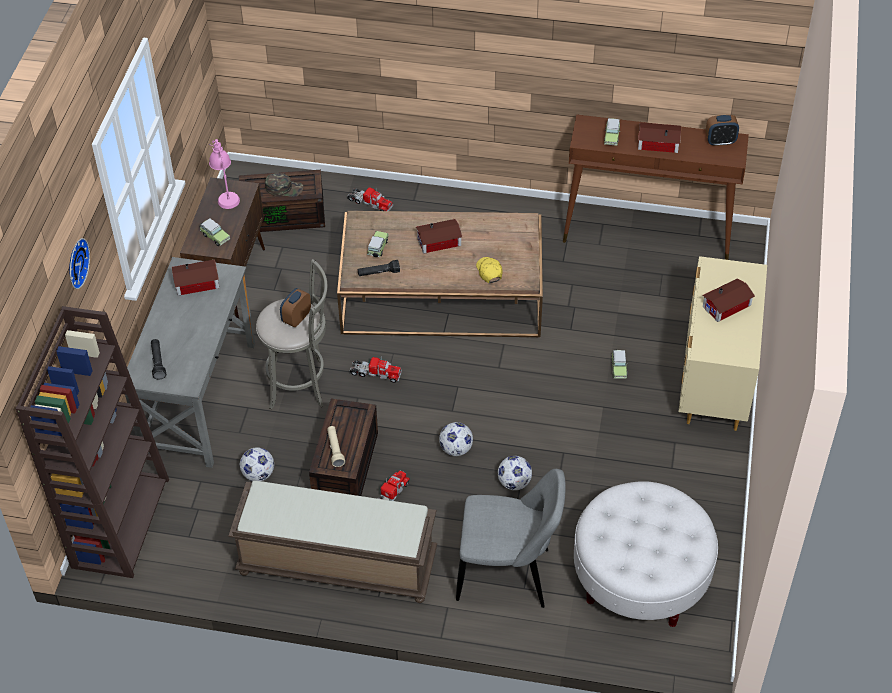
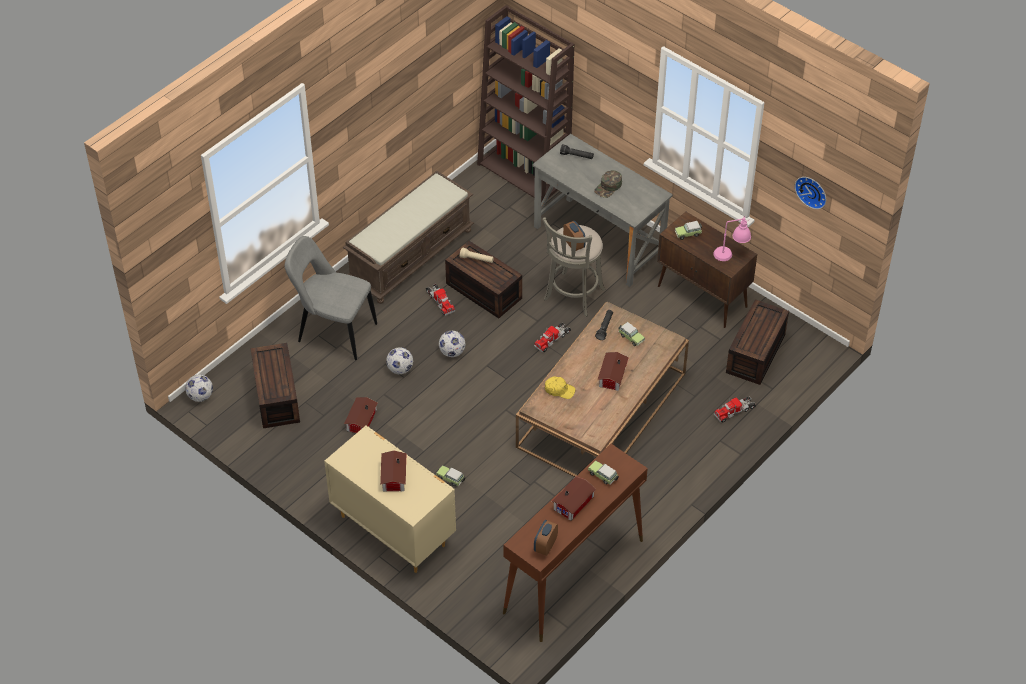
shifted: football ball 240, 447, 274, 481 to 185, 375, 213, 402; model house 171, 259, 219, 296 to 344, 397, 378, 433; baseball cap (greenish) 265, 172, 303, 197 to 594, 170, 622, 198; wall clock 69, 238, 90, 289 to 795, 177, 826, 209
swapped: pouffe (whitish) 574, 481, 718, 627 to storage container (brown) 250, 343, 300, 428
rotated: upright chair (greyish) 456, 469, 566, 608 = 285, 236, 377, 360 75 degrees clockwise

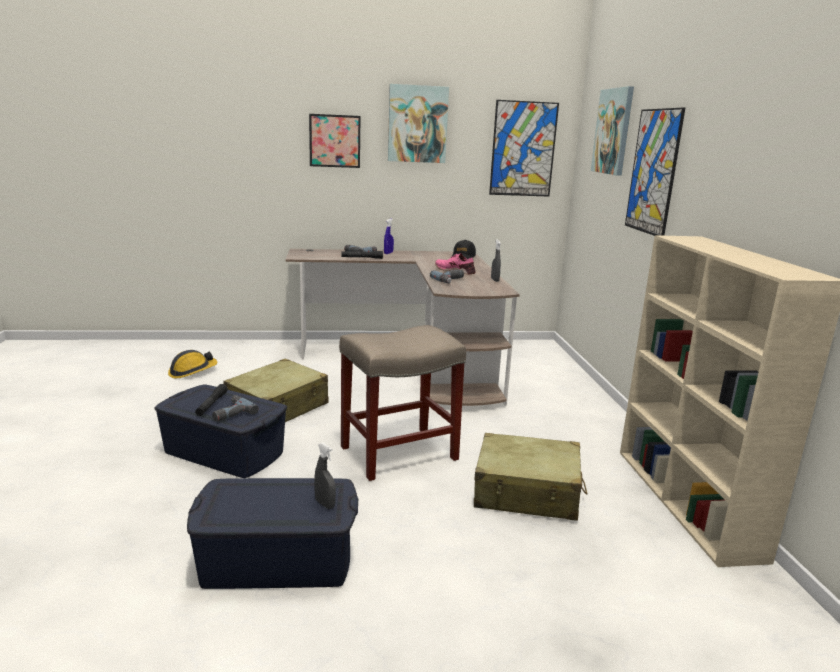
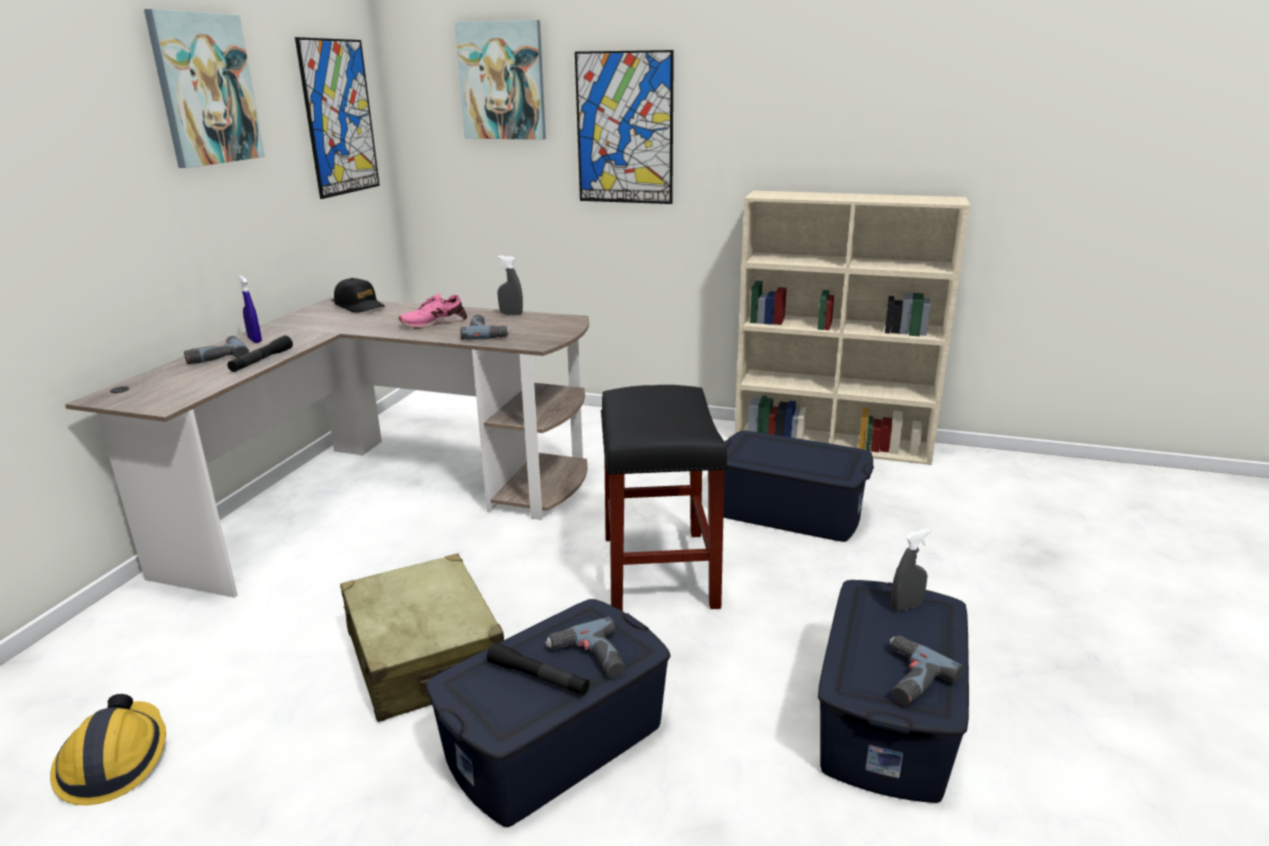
gone: wall picture 309, 114, 360, 168
new: power drill 890, 636, 963, 706
swapped: travel case (sand-coloured) 474, 433, 587, 521 to storage container (blue) 723, 431, 874, 542
repainted: stool (sand-coloured) 339, 325, 466, 481 to stool (black-coloured) 601, 385, 728, 611

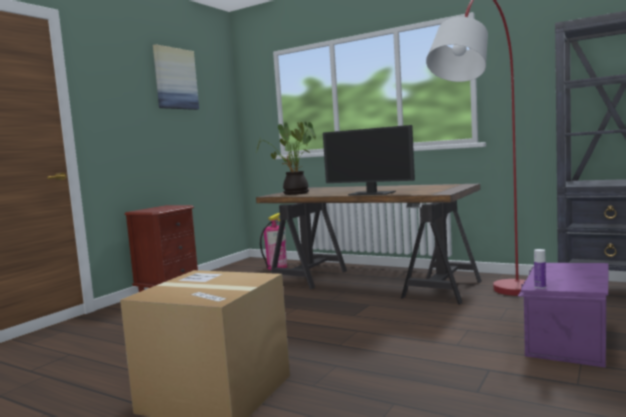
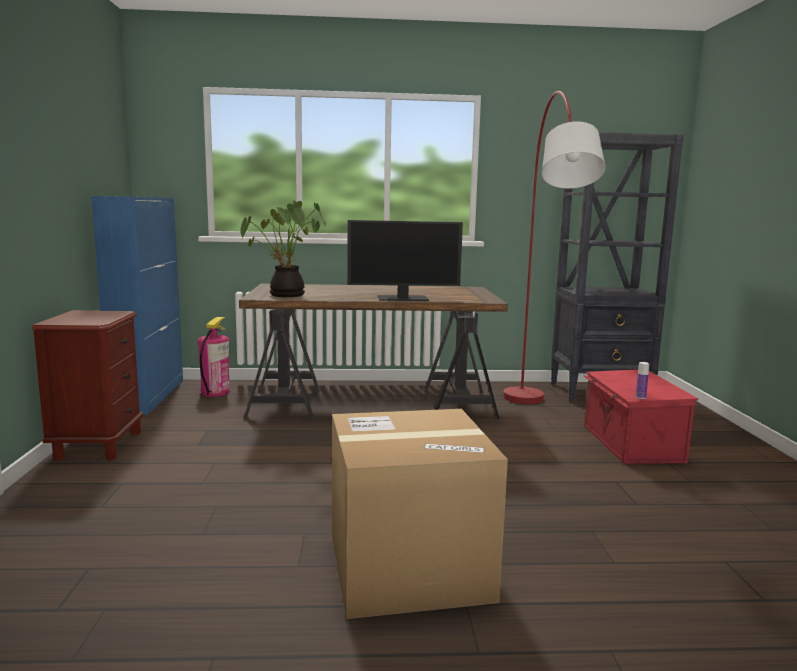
gone: wall picture 153, 44, 199, 110
new: cabinet (blue) 91, 196, 183, 414
repainted: storage container (purplish) 518, 263, 609, 368 to storage container (reddish) 584, 369, 698, 464

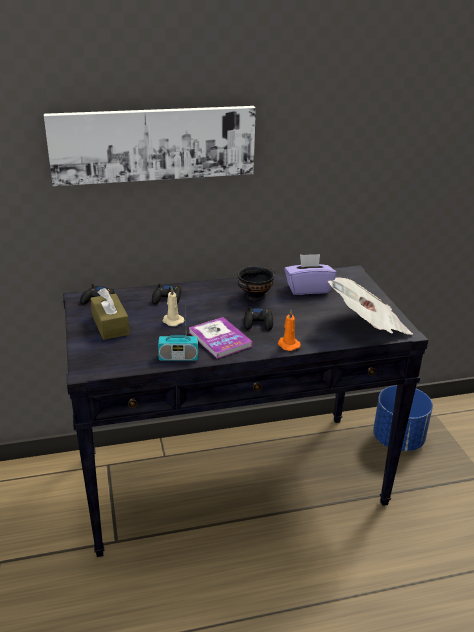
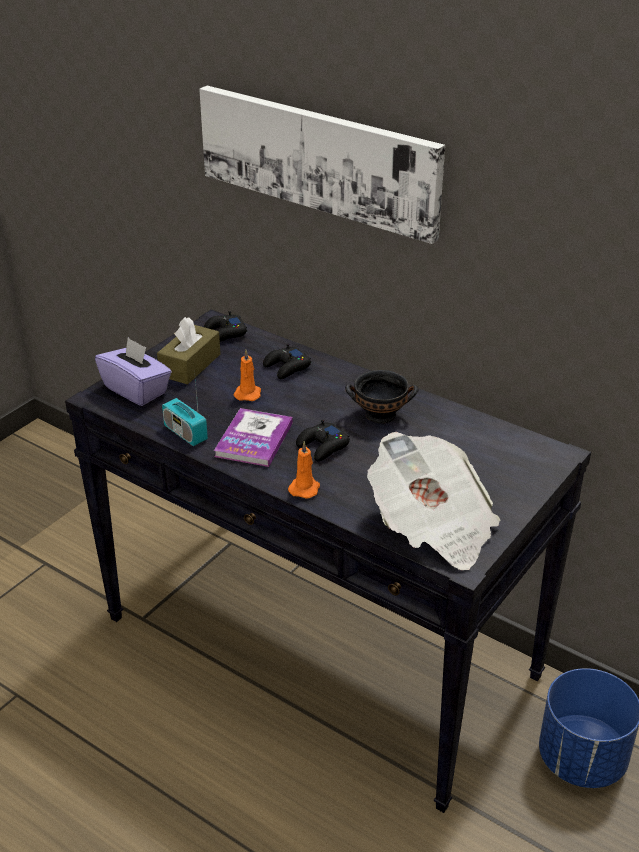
shifted: tissue box (purplish) 284, 254, 336, 295 to 95, 337, 172, 406
repainted: wax light (sand-coloured) 162, 288, 184, 326 to wax light (orange) 234, 350, 261, 401

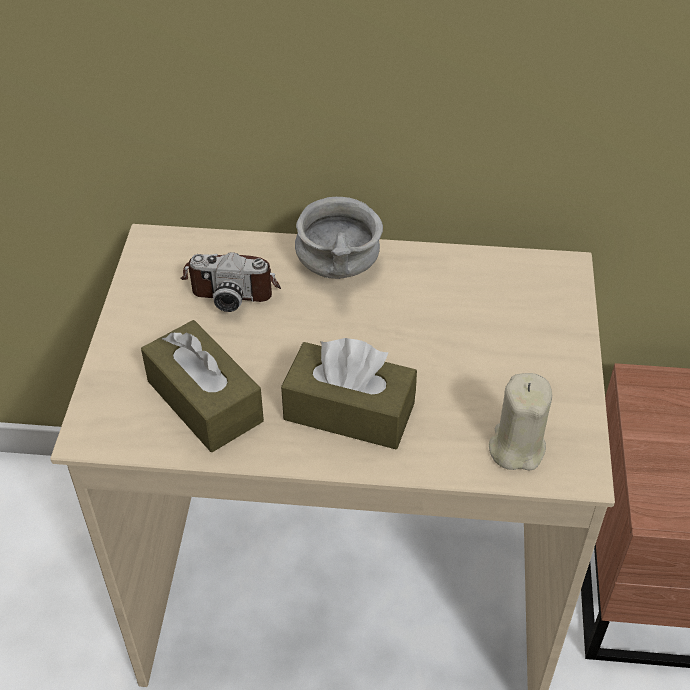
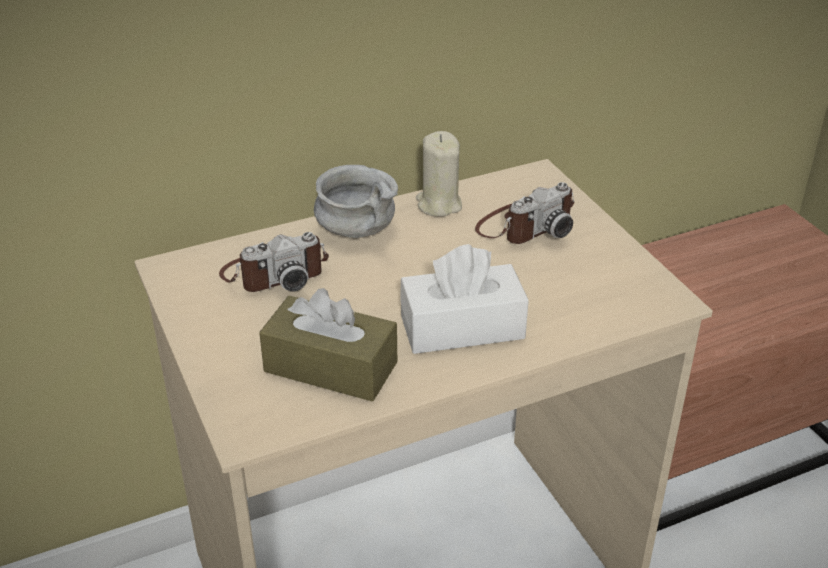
new: still camera 475, 182, 574, 244
shifted: wax light (sand-coloured) 489, 373, 552, 470 to 416, 131, 462, 217
repainted: tissue box (brown) 281, 338, 417, 449 to tissue box (whitish) 400, 244, 529, 354

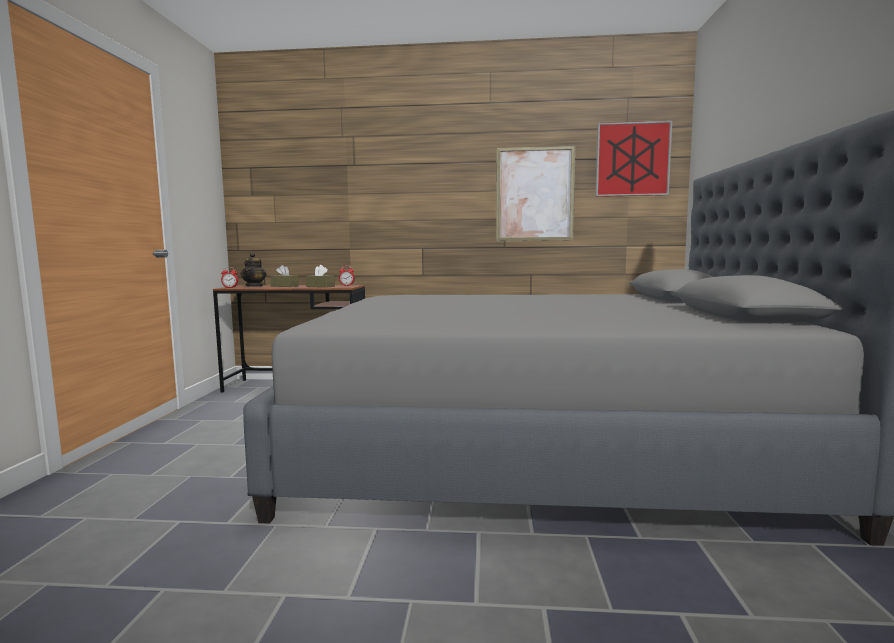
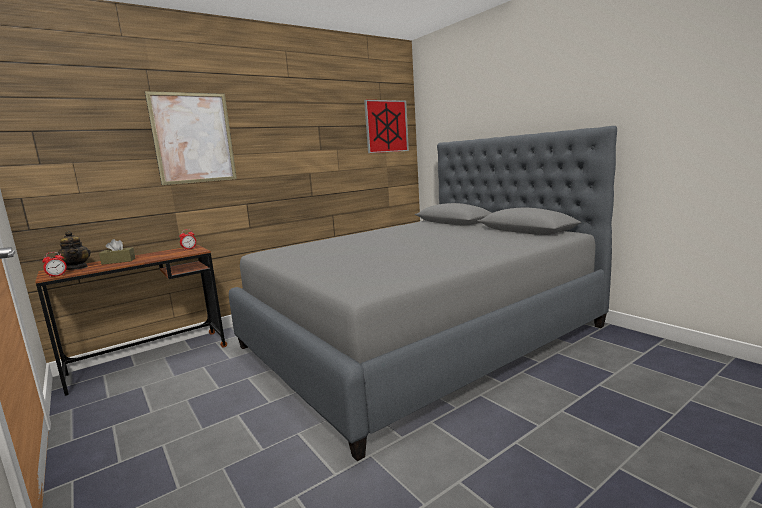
gone: tissue box (brown) 306, 265, 335, 288
shifted: wall picture 496, 146, 576, 241 to 145, 91, 237, 185

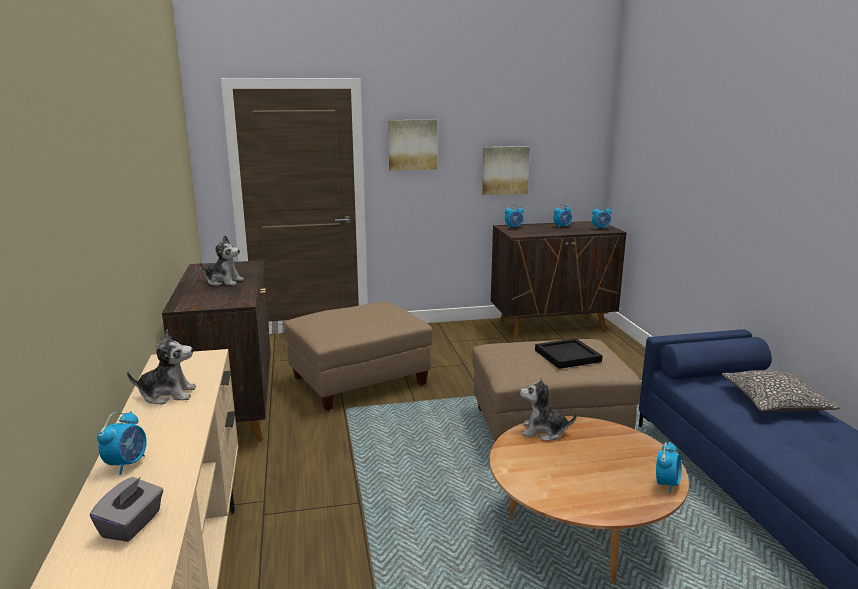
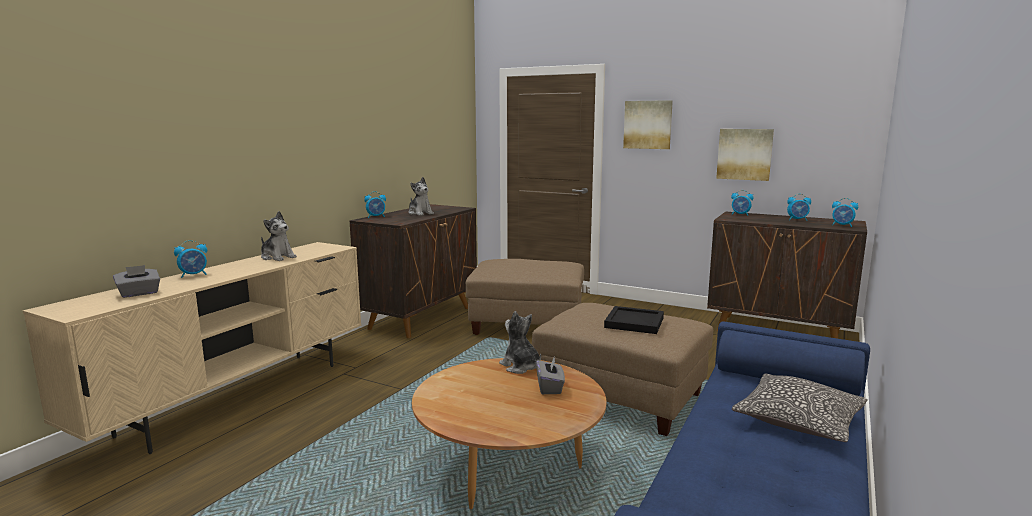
new: tissue box (greyish) 536, 355, 565, 394
shifted: alarm clock 656, 442, 681, 494 to 364, 191, 386, 218

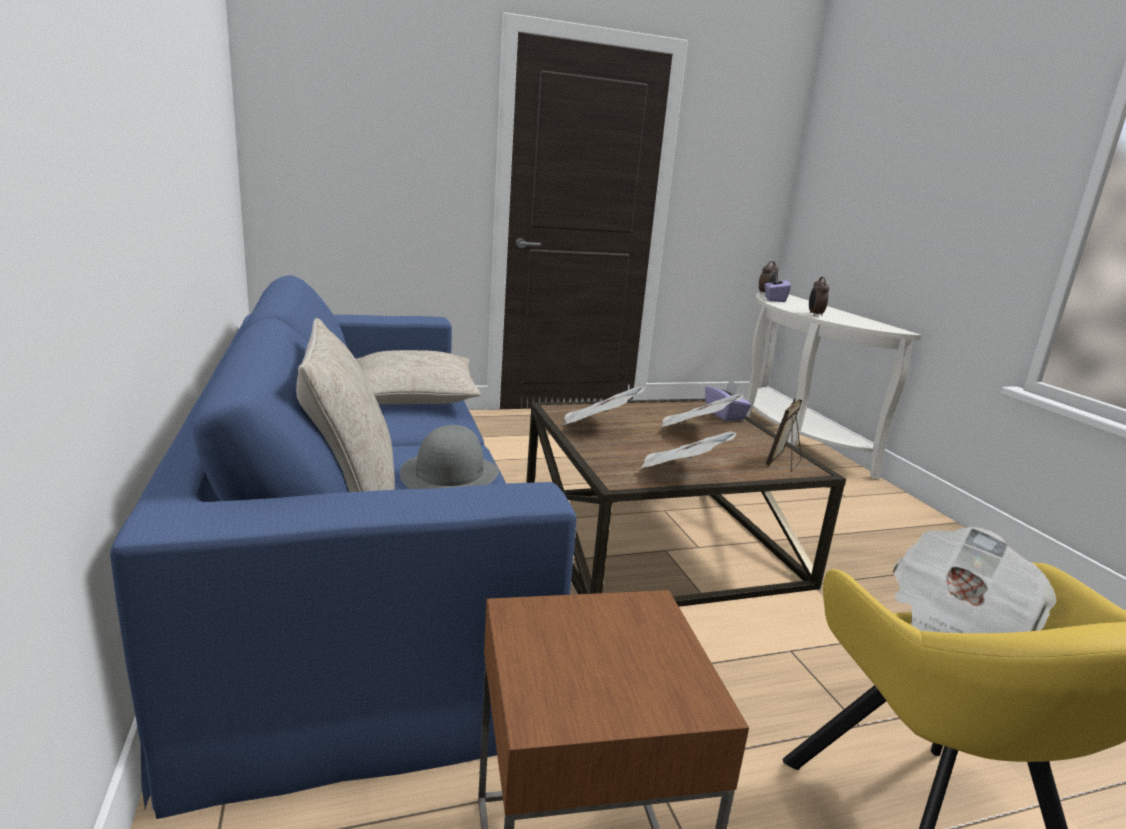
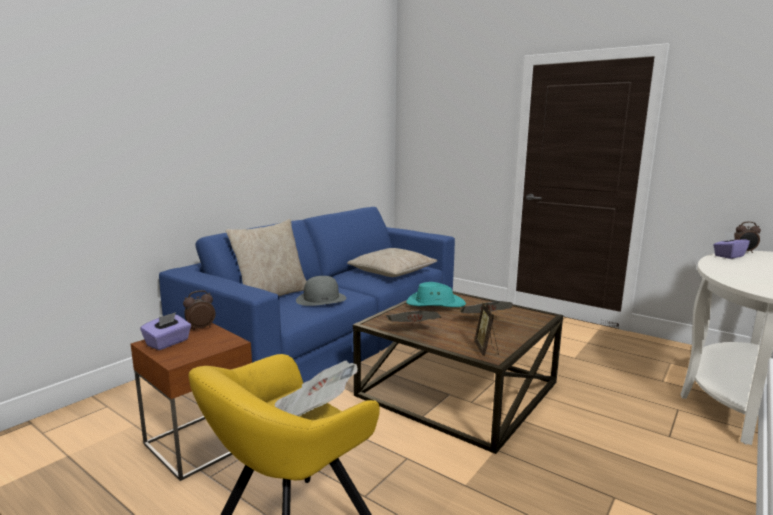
shifted: tissue box (purplish) 705, 380, 752, 421 to 140, 312, 191, 350; alarm clock 809, 277, 829, 316 to 183, 290, 216, 330
swapped: newspaper 564, 386, 645, 425 to wearable hat (turquoise-coloured) 406, 282, 466, 307
rotated: standing frame 766, 399, 802, 472 = 474, 303, 499, 356 90 degrees counterclockwise

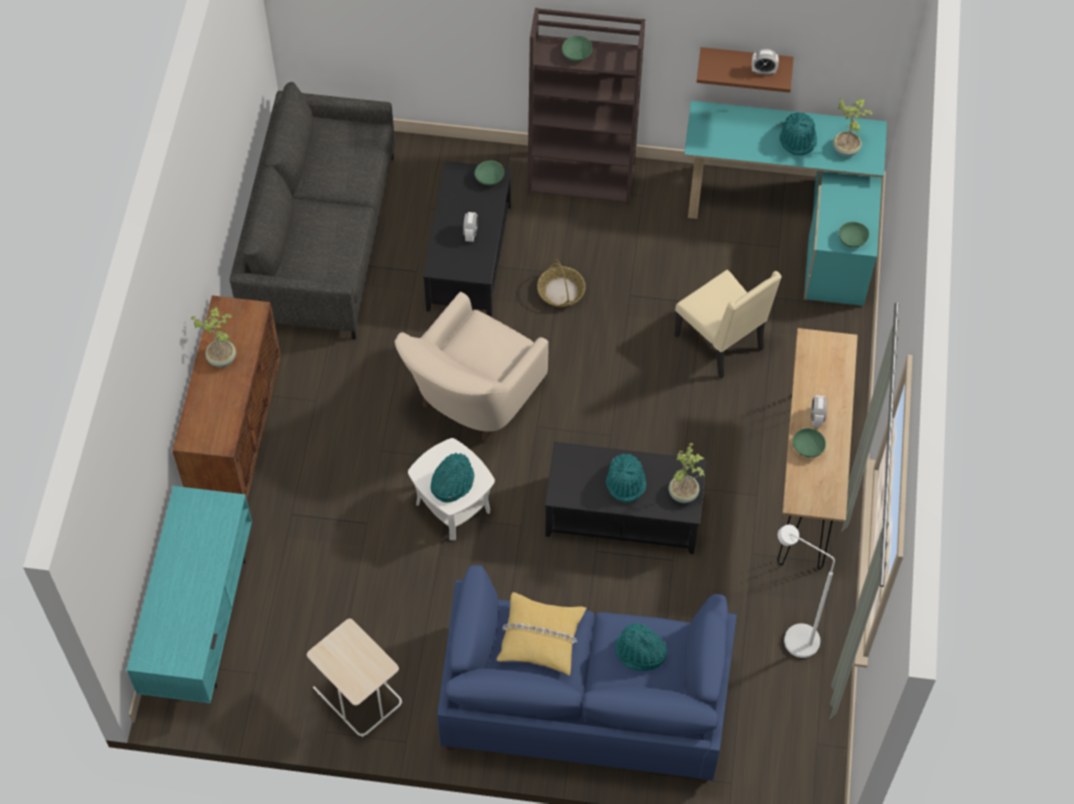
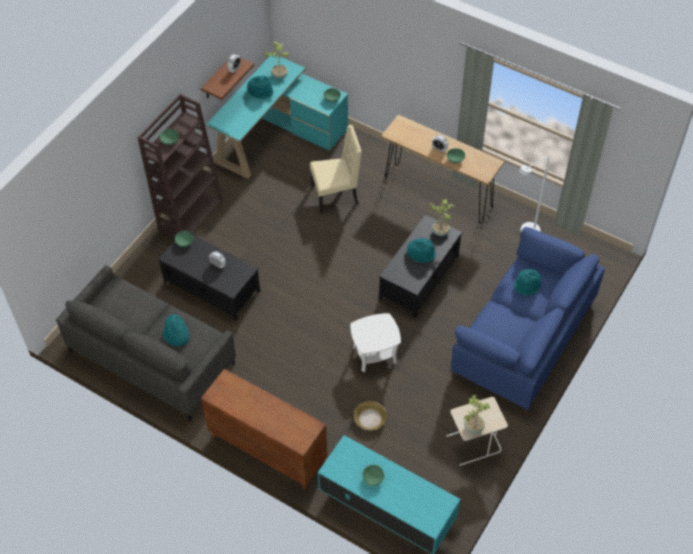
gone: lounge chair (sand-coloured) 395, 292, 548, 443; throw pillow (yellow-coloured) 497, 592, 586, 676
new: bowl (greenish) 362, 465, 384, 486
shifted: wearable hat (turquoise-coloured) 430, 453, 475, 503 to 163, 314, 189, 346; household basket 537, 259, 586, 307 to 354, 401, 387, 430; plant in a pot 191, 307, 236, 367 to 464, 395, 490, 434

